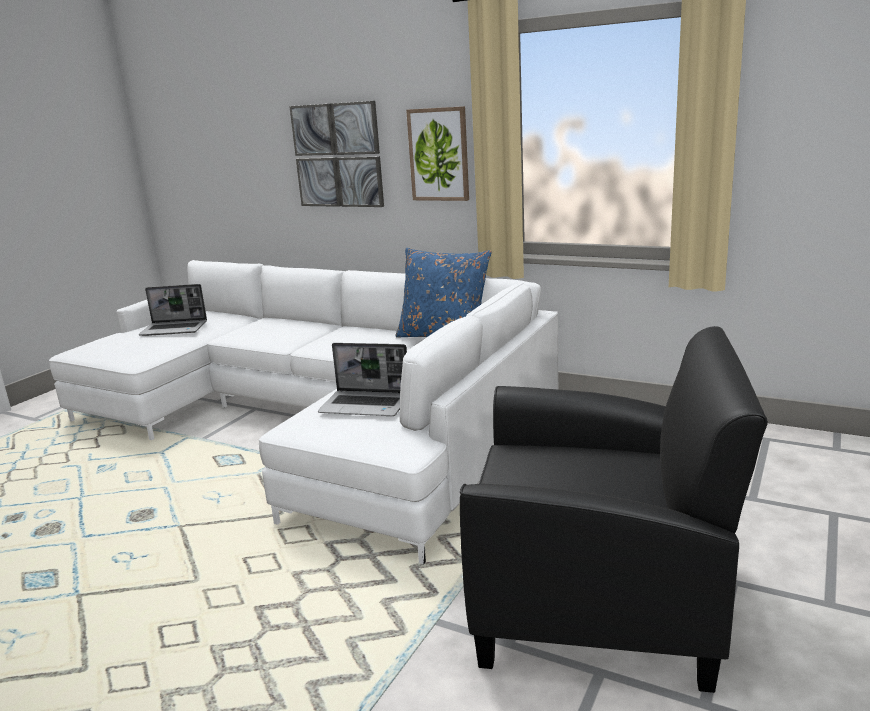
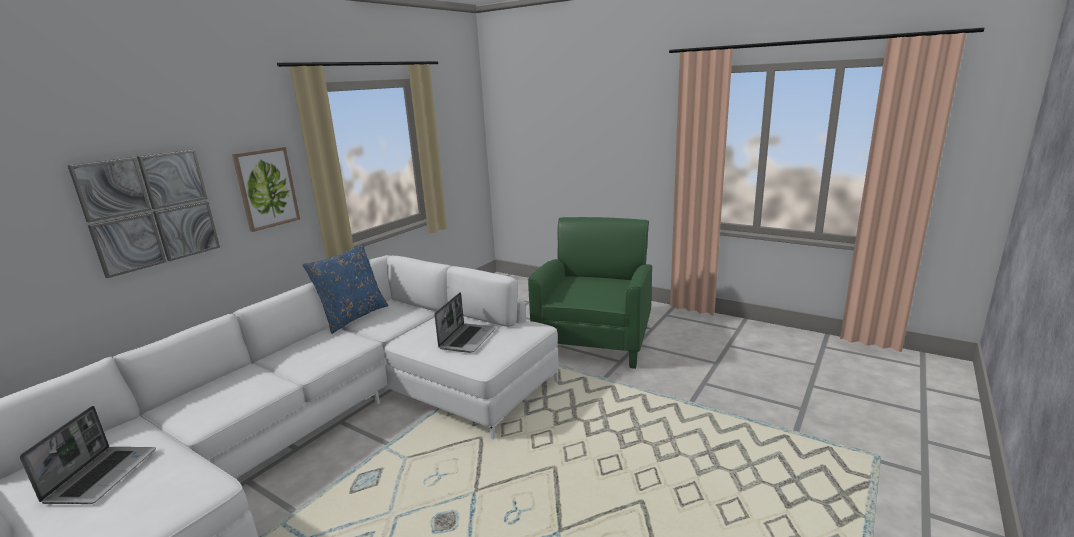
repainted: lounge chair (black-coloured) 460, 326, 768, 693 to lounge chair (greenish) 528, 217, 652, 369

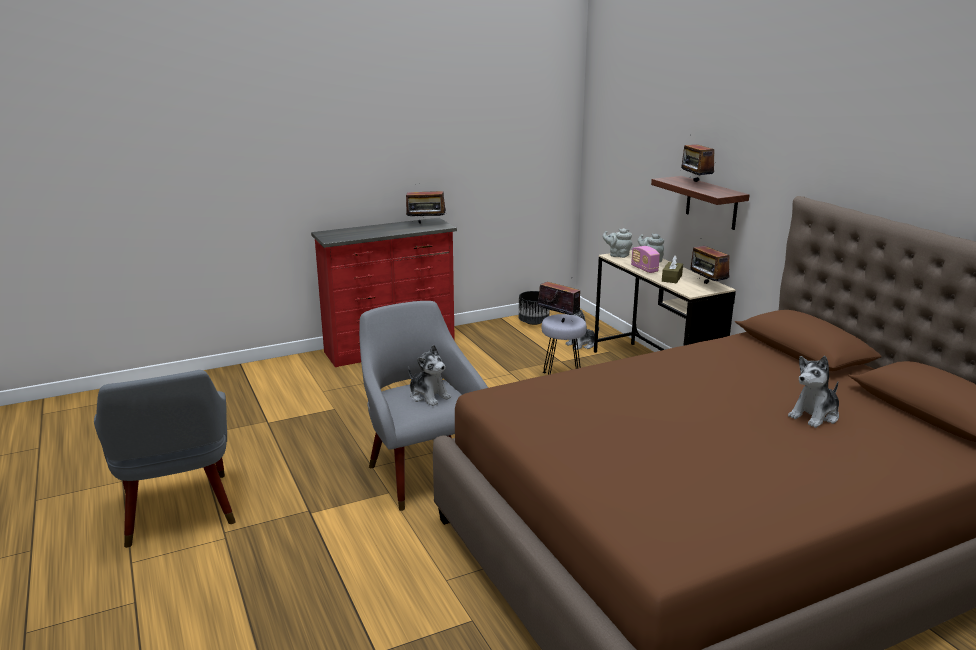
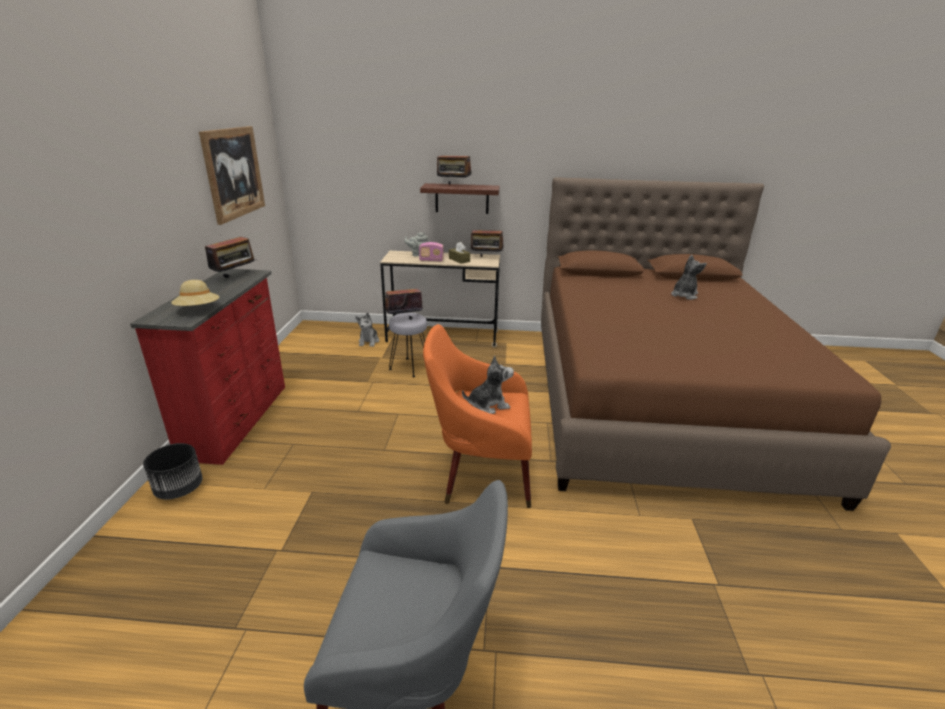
gone: tea pot (greyish) 602, 228, 632, 258
new: wearable hat (sand-coloured) 171, 280, 219, 306; wall picture 199, 126, 265, 225
shifted: plant pot (black-coloured) 519, 291, 550, 325 to 143, 443, 203, 499
repainted: lounge chair (greyish) 359, 301, 488, 511 to lounge chair (orange) 423, 324, 532, 508
rotated: plush toy 788, 356, 839, 428 = 671, 255, 707, 300 135 degrees counterclockwise

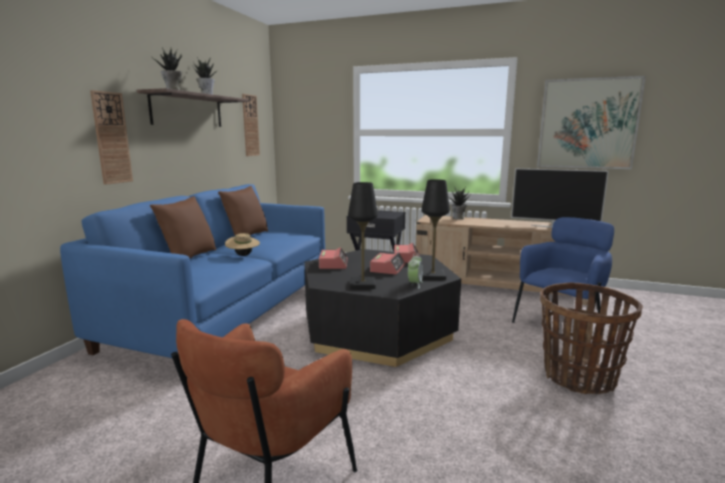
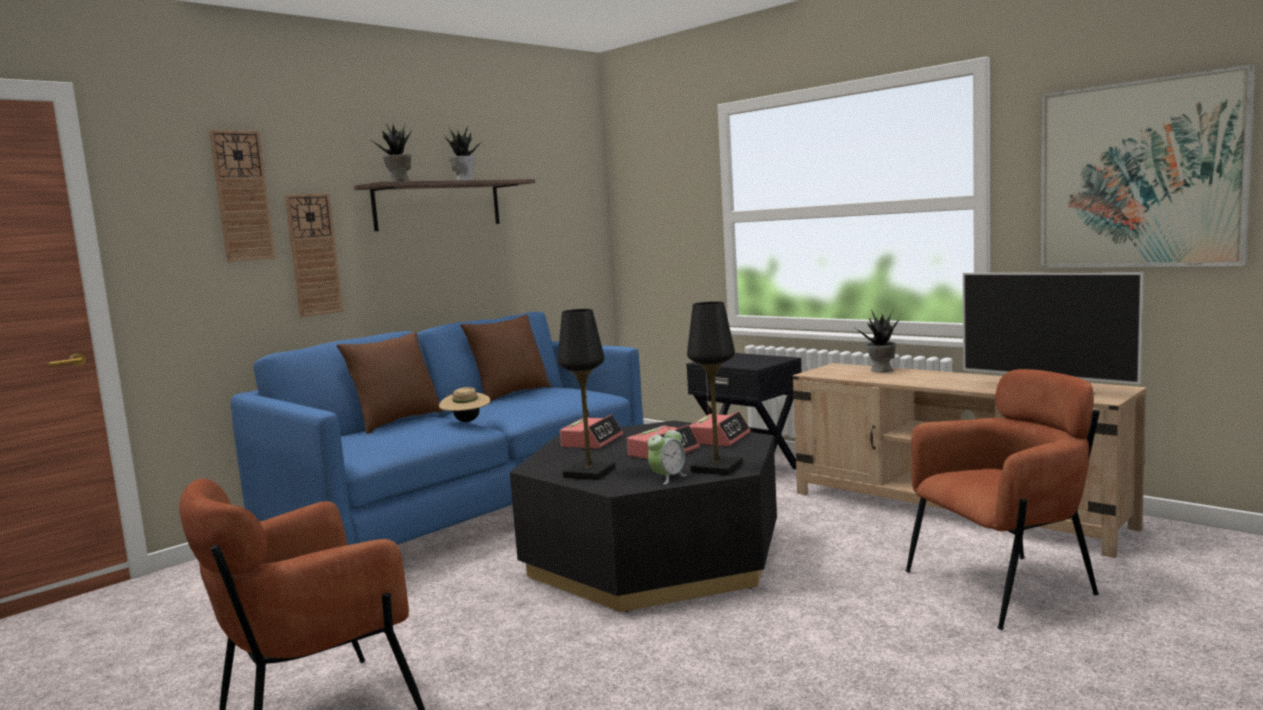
gone: household basket 540, 283, 643, 394
shifted: wall clock 242, 94, 260, 156 to 209, 130, 276, 262
repainted: lounge chair (blue) 512, 217, 614, 323 to lounge chair (brown) 906, 369, 1100, 630

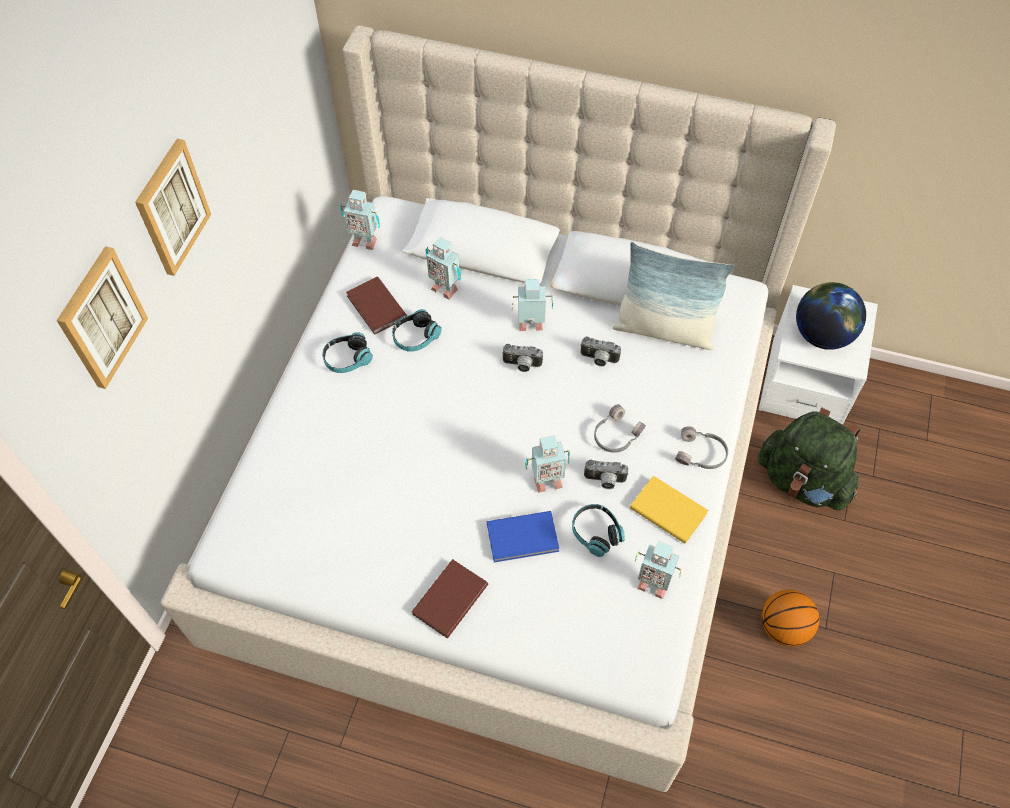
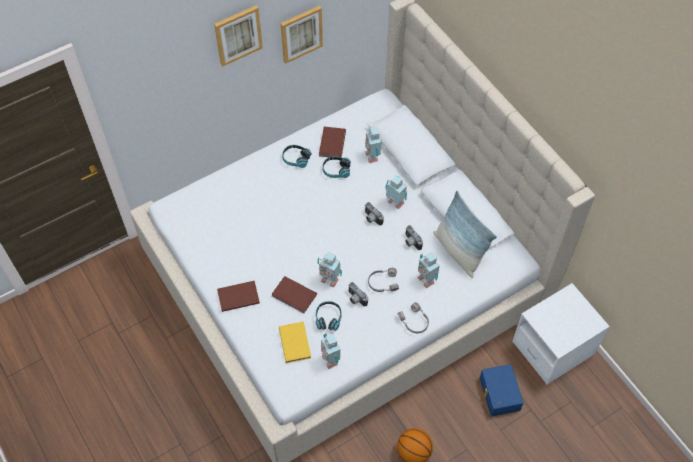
gone: world globe 796, 282, 866, 350
shifted: volume (yellow-coloured) 630, 476, 708, 544 to 279, 321, 311, 363; wall picture 56, 246, 148, 389 to 280, 6, 323, 64; toy robot 340, 190, 380, 250 to 417, 252, 439, 288
swapped: knapsack (greenish) 758, 408, 861, 511 to storage container (blue) 480, 364, 524, 416
repainted: volume (blue) 487, 511, 559, 563 to volume (brown) 272, 276, 317, 313

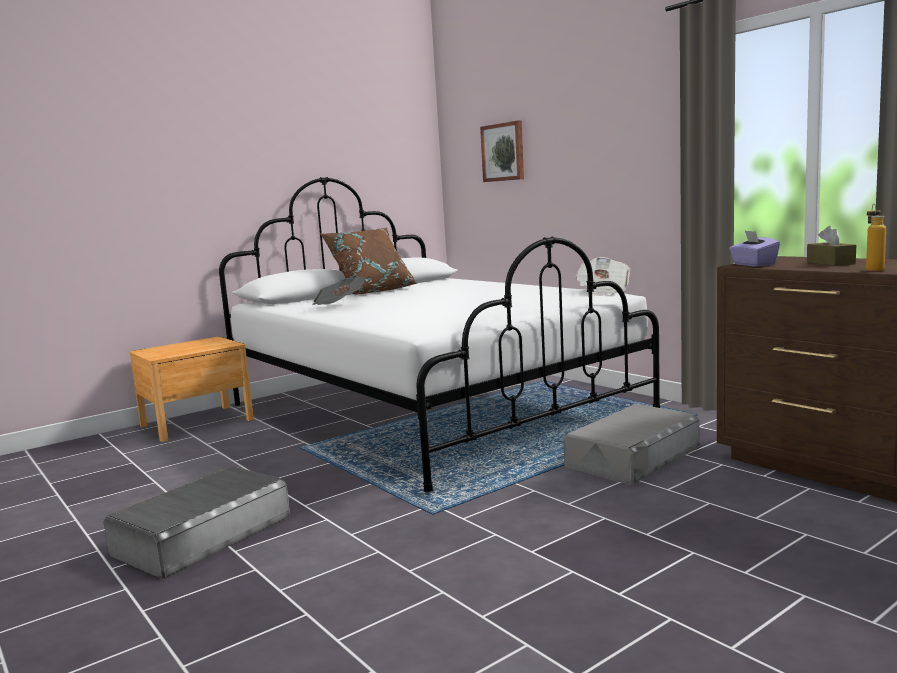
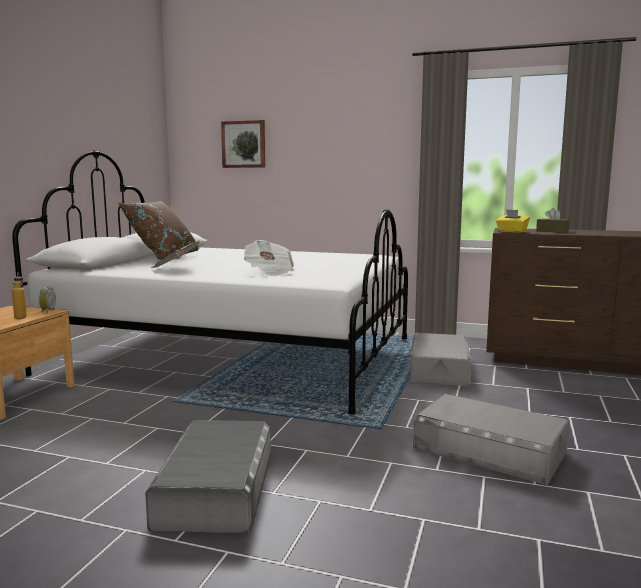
new: alarm clock 39, 286, 56, 314; storage container (greyish) 413, 394, 569, 485
shifted: bottle 866, 204, 886, 271 to 12, 272, 27, 319; newspaper 575, 257, 631, 296 to 244, 240, 294, 277
repainted: tissue box (purplish) 729, 231, 780, 267 to tissue box (yellow-coloured) 496, 209, 530, 233

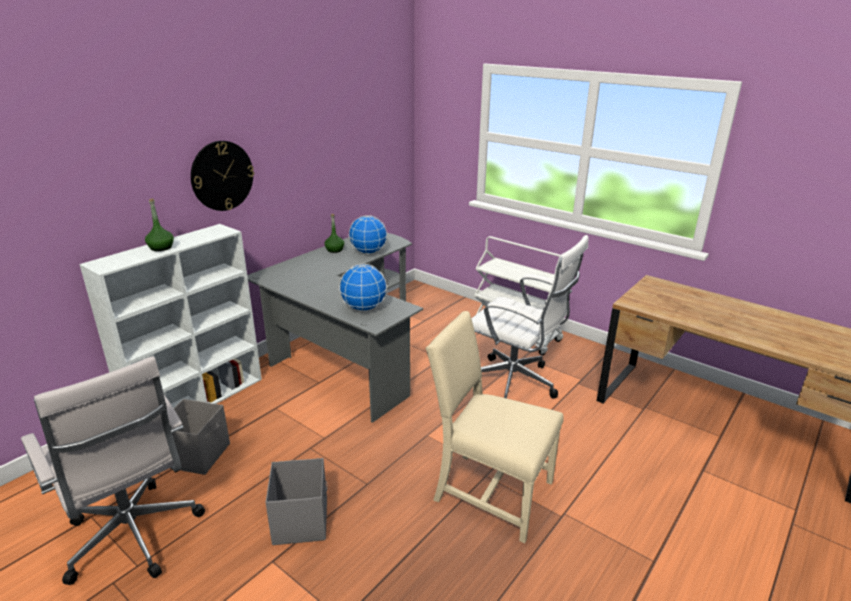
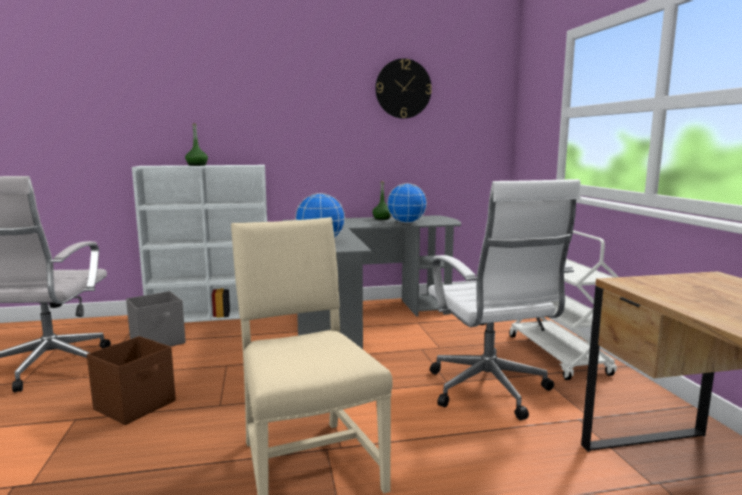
shifted: wall clock 191, 141, 254, 211 to 375, 58, 432, 119
repainted: storage container (greyish) 266, 458, 328, 545 to storage container (brown) 87, 336, 176, 425

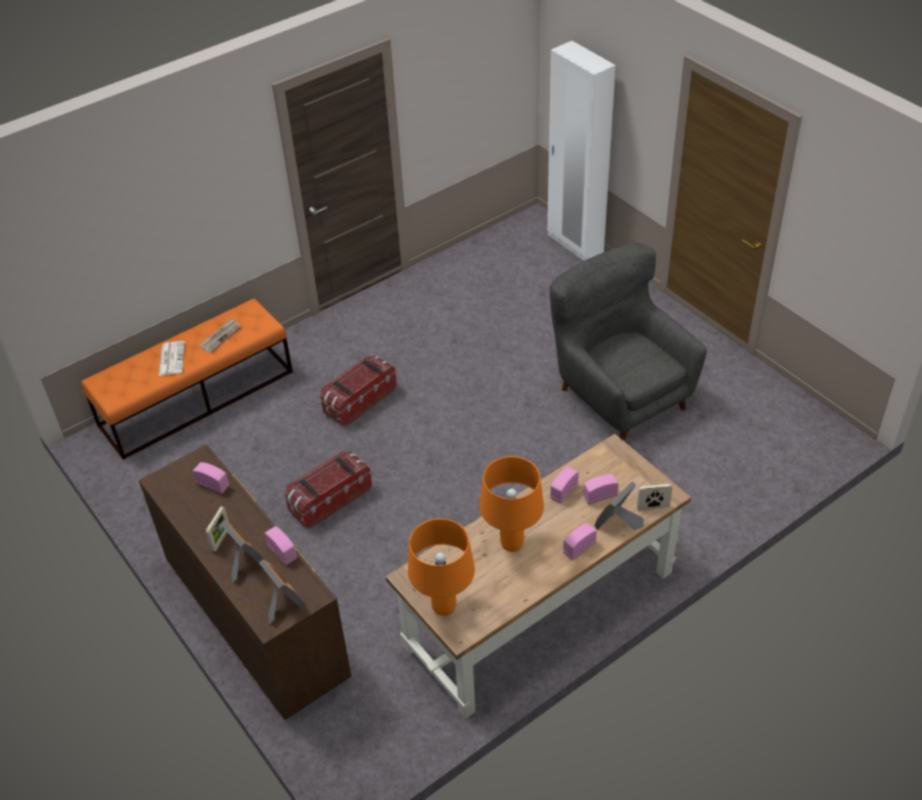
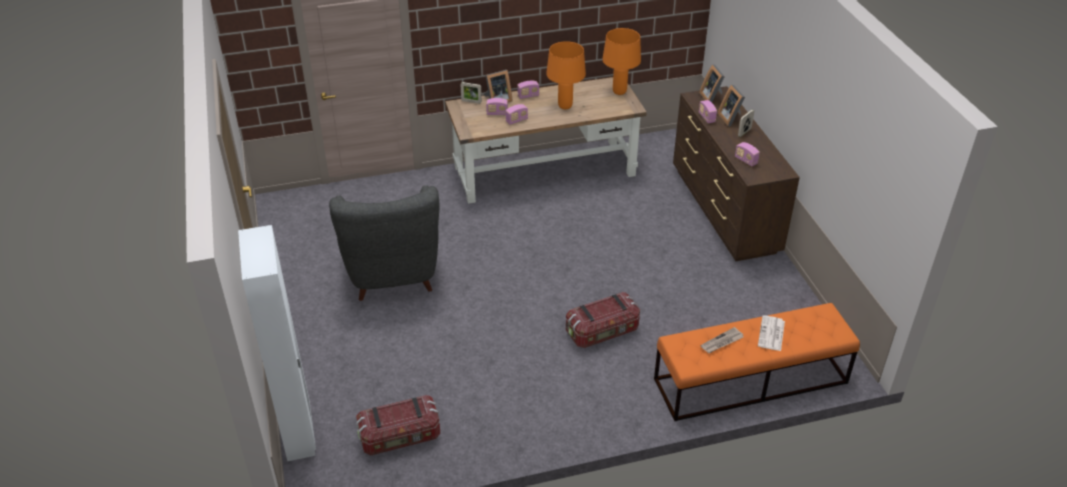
shifted: storage container 285, 451, 372, 528 to 356, 395, 440, 455

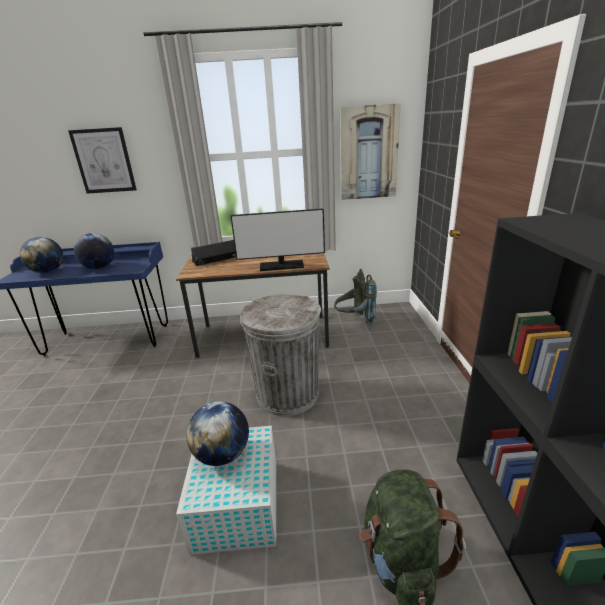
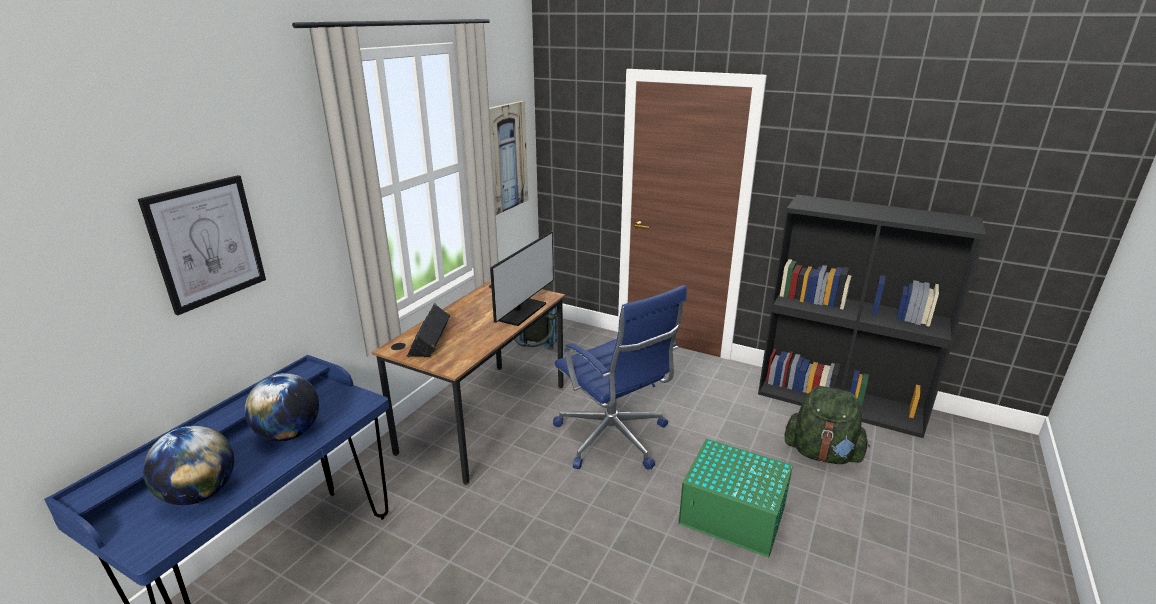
gone: world globe 186, 401, 249, 466
swapped: rubbish bin (greyish) 240, 294, 321, 416 to computer chair (blue) 553, 285, 687, 470
repainted: storage container (whitish) 176, 426, 276, 554 to storage container (greenish) 679, 439, 793, 558

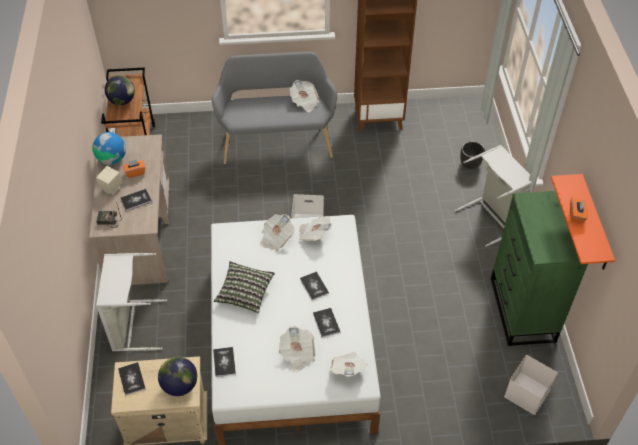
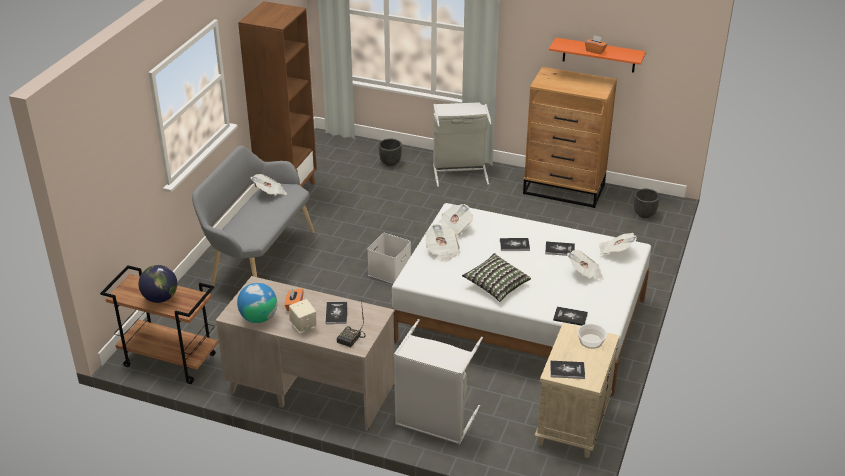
swapped: world globe 158, 357, 197, 396 to bowl 577, 324, 607, 349; storage container (whitish) 504, 355, 557, 415 to plant pot (black-coloured) 634, 189, 660, 218
repainted: chest of drawers (greenish) 491, 191, 588, 346 to chest of drawers (brown) 523, 67, 617, 208

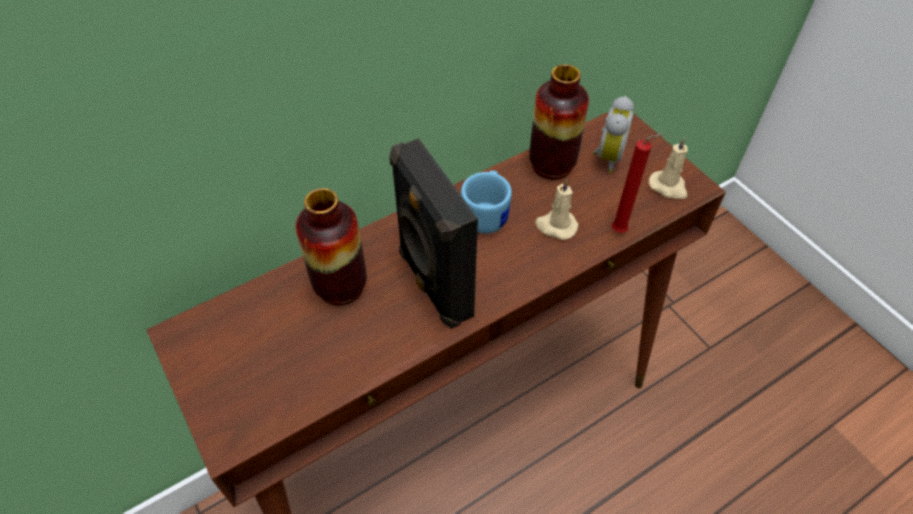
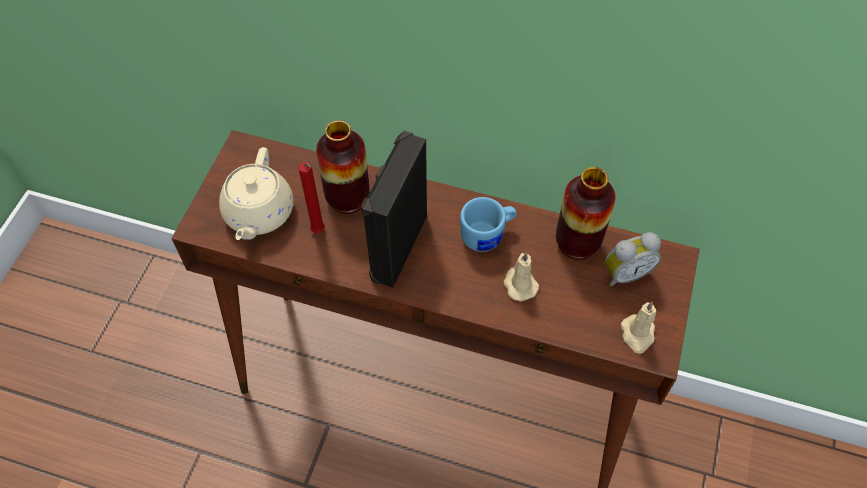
new: tea pot (sand-coloured) 219, 147, 293, 240
shifted: wax light (reddish) 612, 134, 664, 233 to 298, 162, 325, 234

